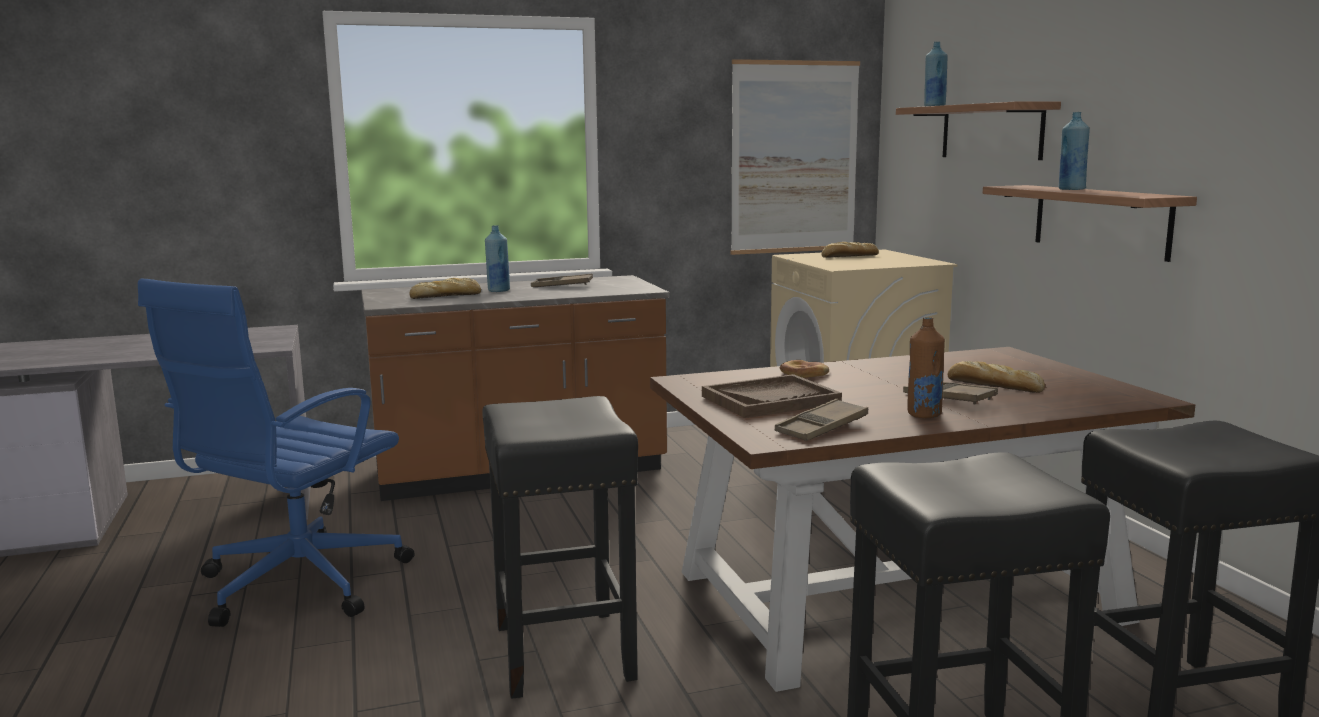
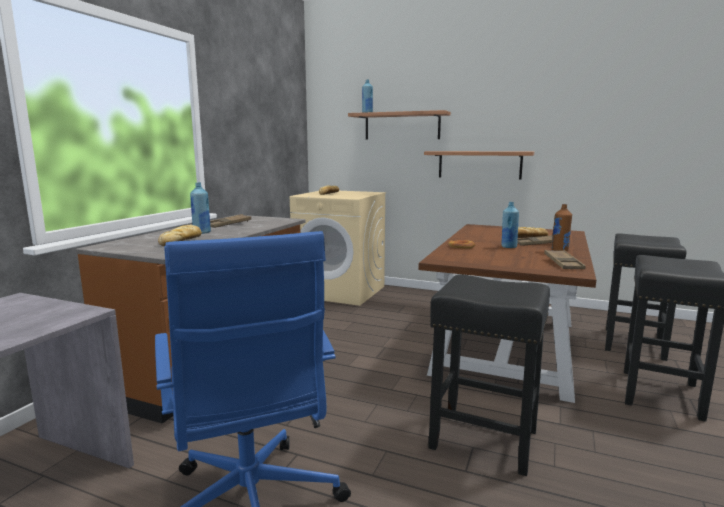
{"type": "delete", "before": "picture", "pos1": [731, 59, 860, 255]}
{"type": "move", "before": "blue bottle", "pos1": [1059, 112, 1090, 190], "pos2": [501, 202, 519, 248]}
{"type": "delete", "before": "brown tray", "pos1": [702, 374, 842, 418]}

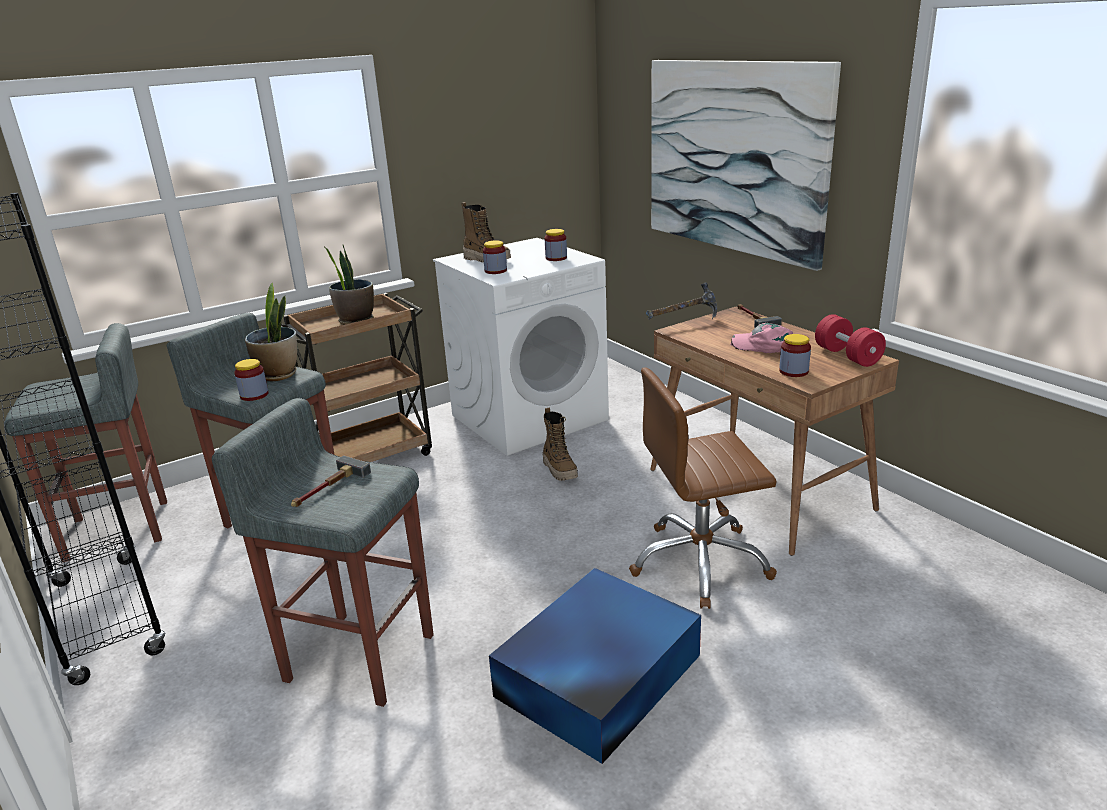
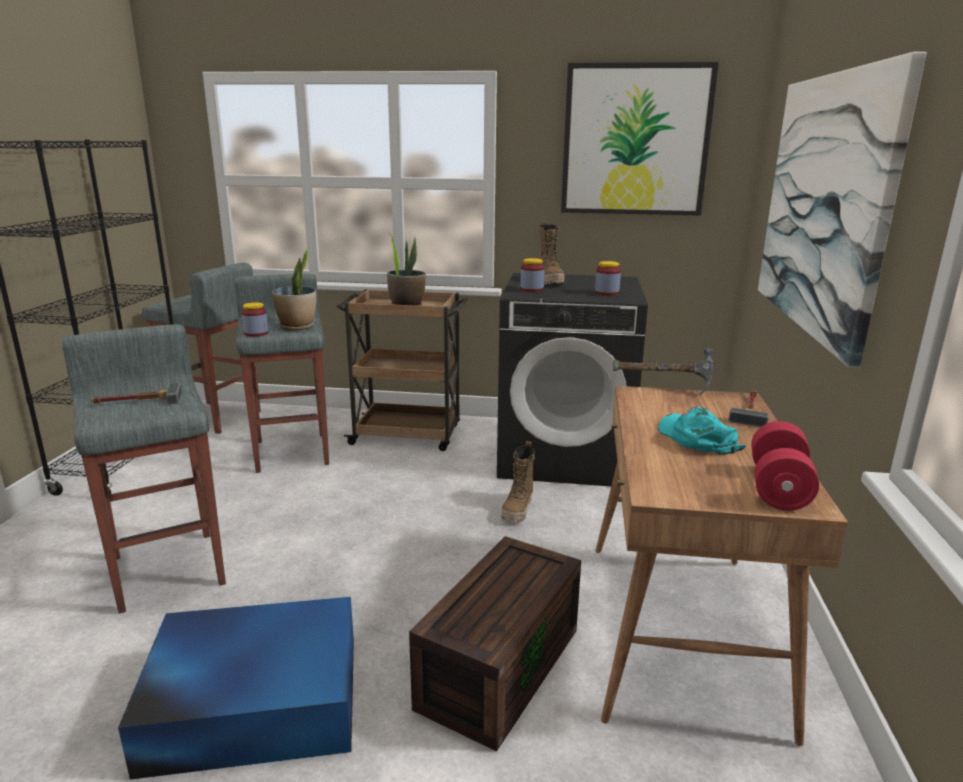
{"type": "recolor", "before": "white washing machine", "after": "black washing machine", "pos1": [433, 238, 609, 456], "pos2": [497, 273, 648, 486]}
{"type": "recolor", "before": "pink cap", "after": "turquoise cap", "pos1": [730, 323, 793, 353], "pos2": [658, 407, 746, 455]}
{"type": "delete", "before": "jar", "pos1": [779, 334, 811, 377]}
{"type": "replace", "before": "brown office chair", "after": "brown storage box", "pos1": [629, 367, 777, 609], "pos2": [409, 536, 581, 751]}
{"type": "insert", "after": "picture", "pos2": [561, 62, 719, 216]}

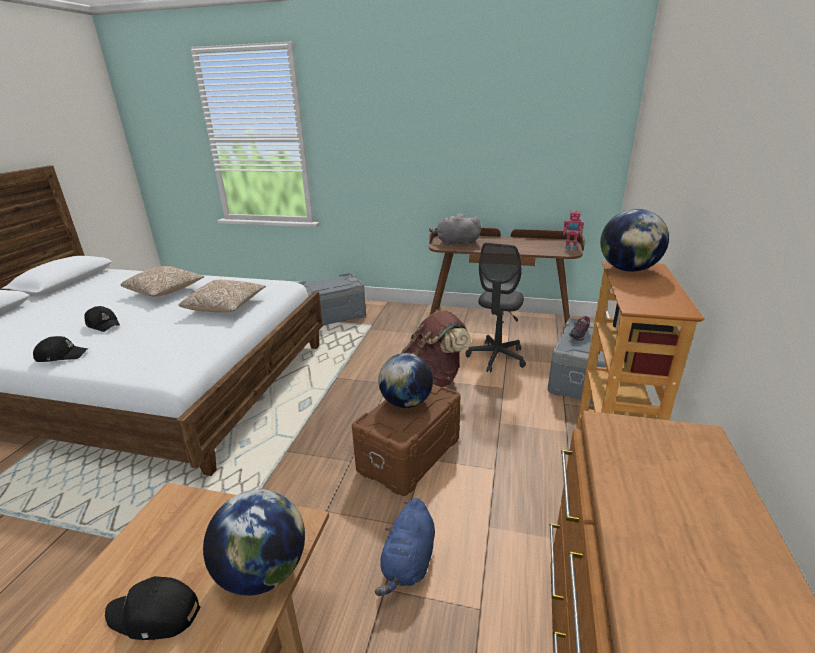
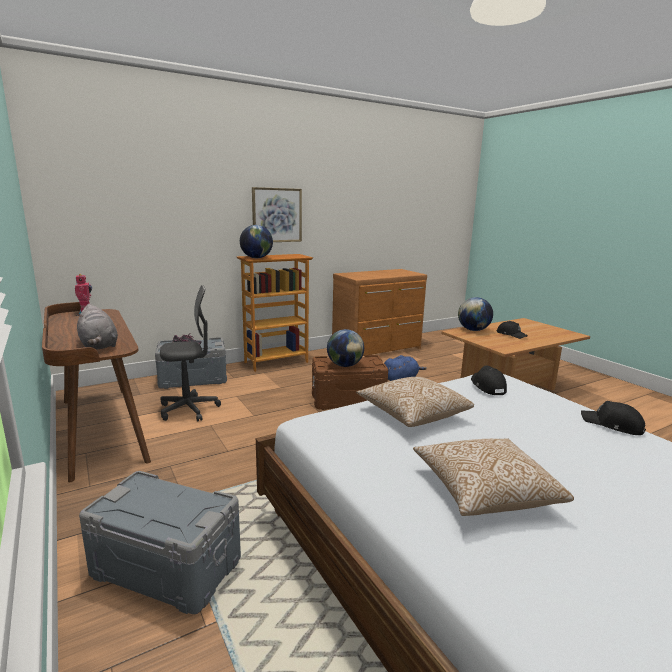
{"type": "move", "before": "black cap", "pos1": [84, 306, 120, 332], "pos2": [471, 365, 507, 395]}
{"type": "delete", "before": "brown backpack", "pos1": [400, 310, 471, 387]}
{"type": "insert", "after": "picture", "pos2": [252, 187, 302, 242]}

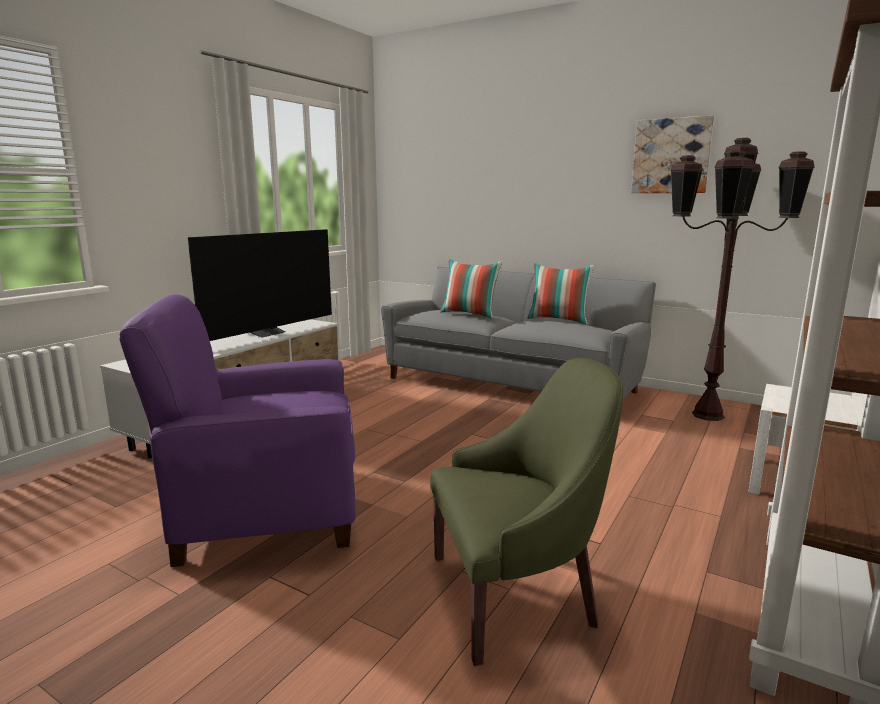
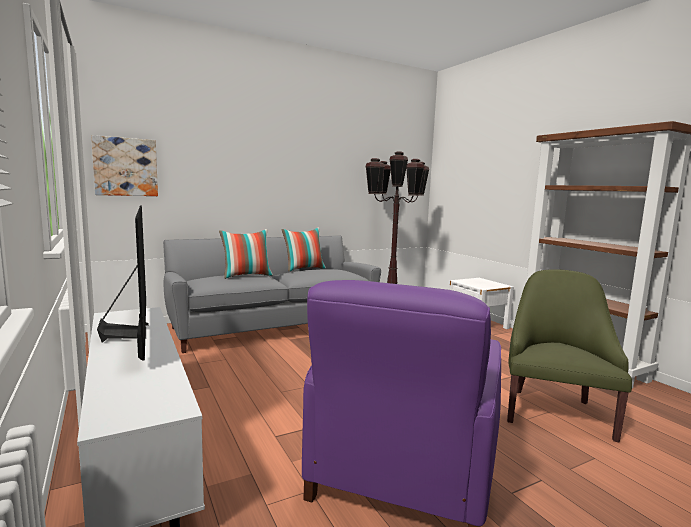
{"type": "move", "before": "picture", "pos1": [631, 115, 714, 193], "pos2": [91, 135, 158, 196]}

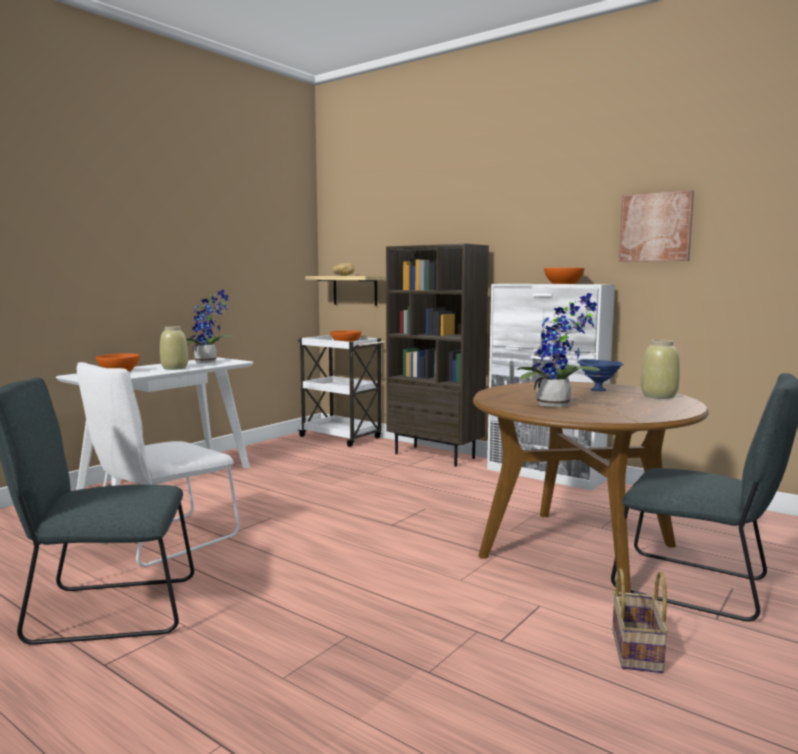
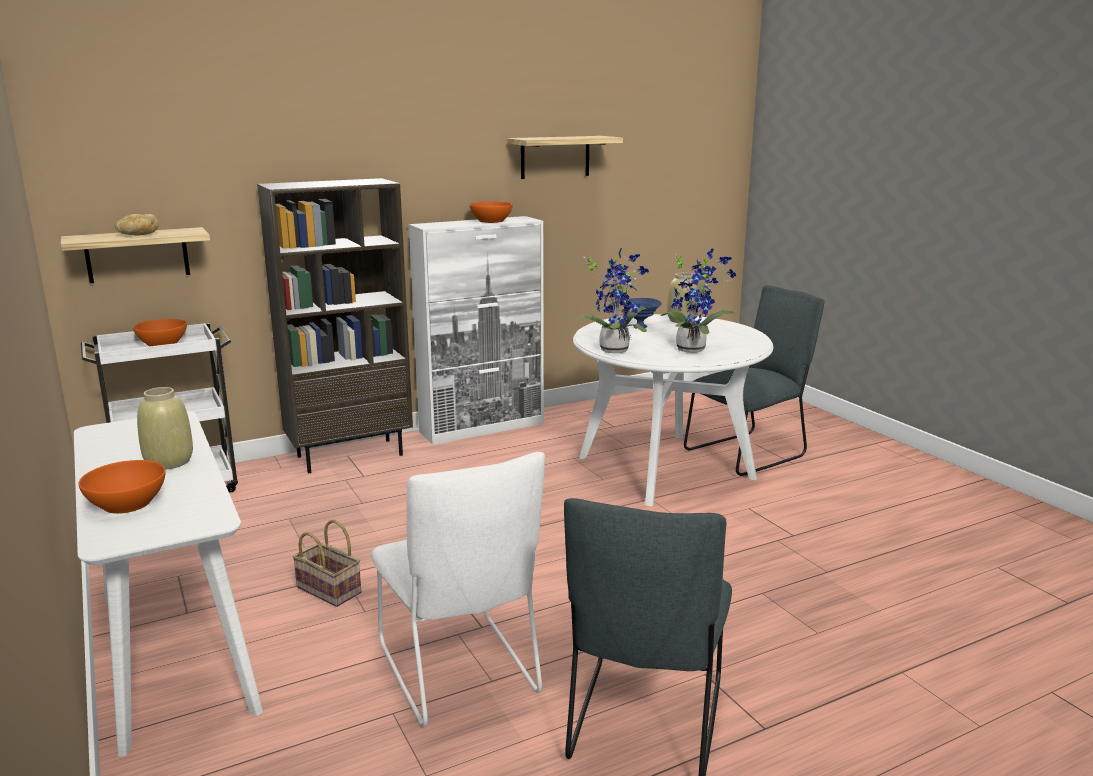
{"type": "replace", "before": "picture", "after": "shelf", "pos1": [619, 190, 694, 262], "pos2": [507, 136, 623, 179]}
{"type": "move", "before": "potted plant", "pos1": [186, 289, 234, 363], "pos2": [573, 248, 649, 353]}
{"type": "recolor", "before": "brown dining table", "after": "white dining table", "pos1": [473, 382, 709, 593], "pos2": [573, 314, 773, 506]}
{"type": "move", "before": "basket", "pos1": [612, 568, 668, 673], "pos2": [292, 520, 361, 607]}

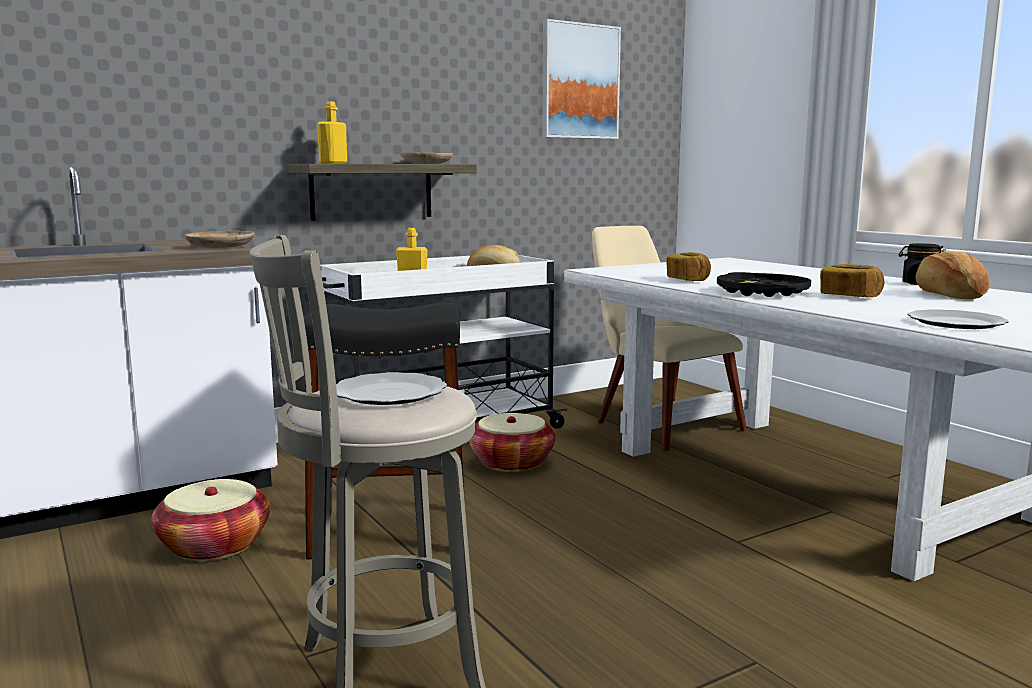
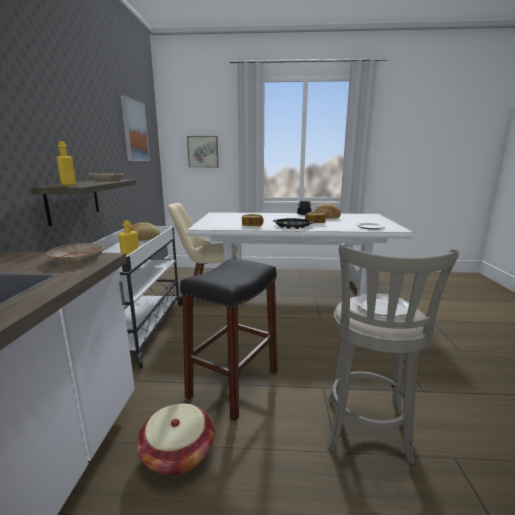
{"type": "delete", "before": "basket", "pos1": [469, 413, 555, 472]}
{"type": "insert", "after": "picture", "pos2": [187, 136, 219, 167]}

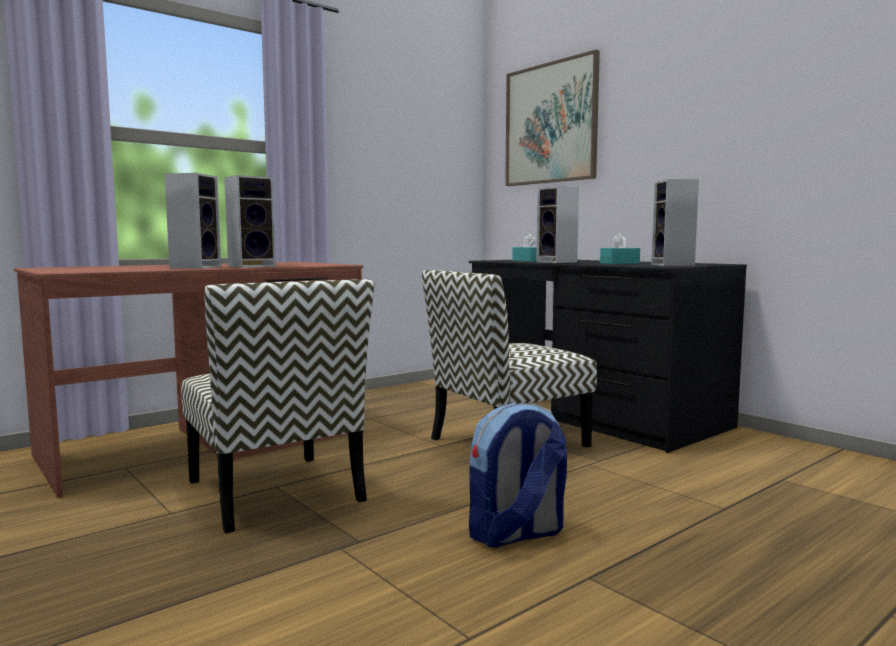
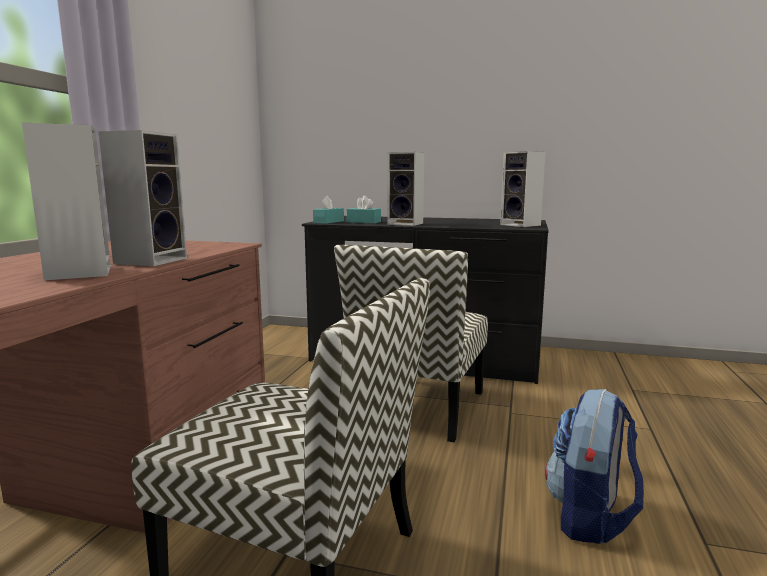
{"type": "delete", "before": "picture", "pos1": [505, 50, 600, 186]}
{"type": "move", "before": "turquoise tissue box", "pos1": [600, 233, 640, 264], "pos2": [313, 196, 344, 224]}

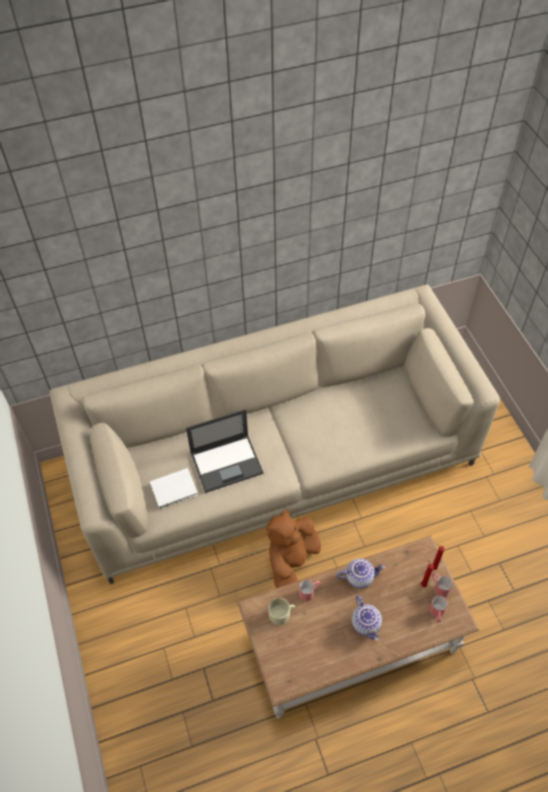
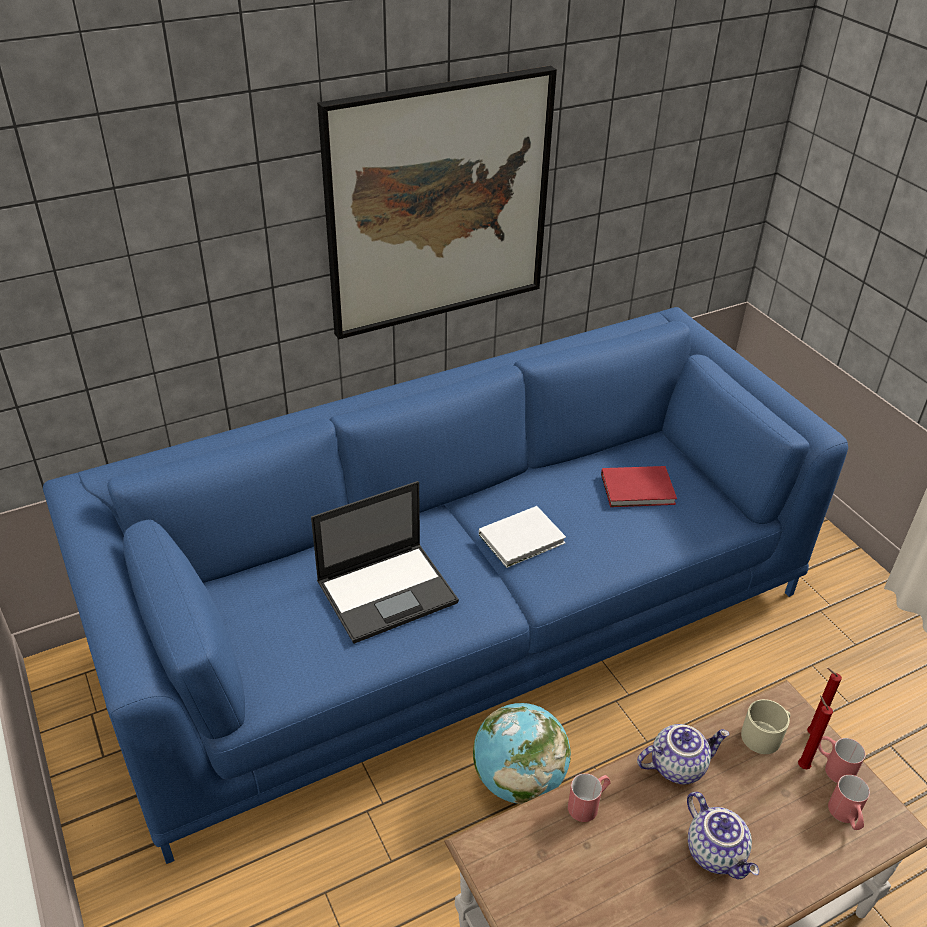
{"type": "recolor", "before": "beige sofa", "after": "blue sofa", "pos1": [49, 284, 500, 584], "pos2": [43, 307, 848, 864]}
{"type": "move", "before": "white book", "pos1": [150, 468, 198, 509], "pos2": [479, 506, 566, 568]}
{"type": "replace", "before": "brown plush toy", "after": "globe", "pos1": [266, 510, 321, 588], "pos2": [473, 703, 571, 804]}
{"type": "move", "before": "beige mug", "pos1": [268, 598, 295, 625], "pos2": [741, 699, 790, 754]}
{"type": "insert", "after": "picture", "pos2": [317, 66, 557, 339]}
{"type": "insert", "after": "red book", "pos2": [601, 466, 677, 507]}

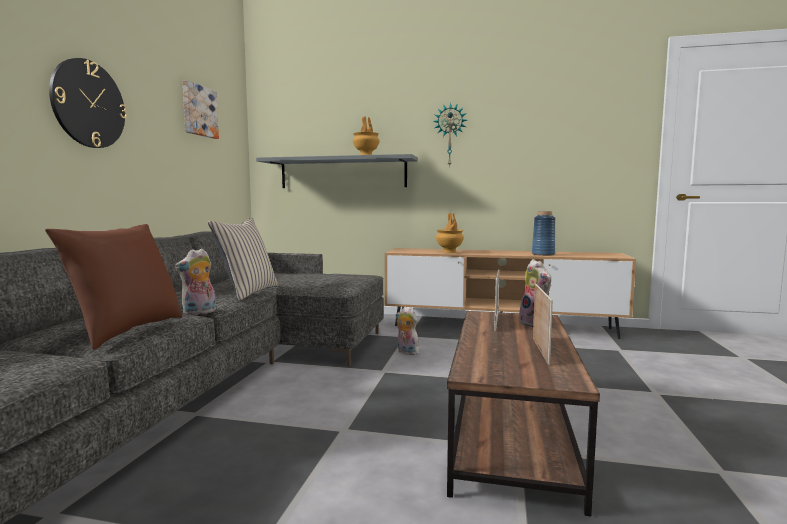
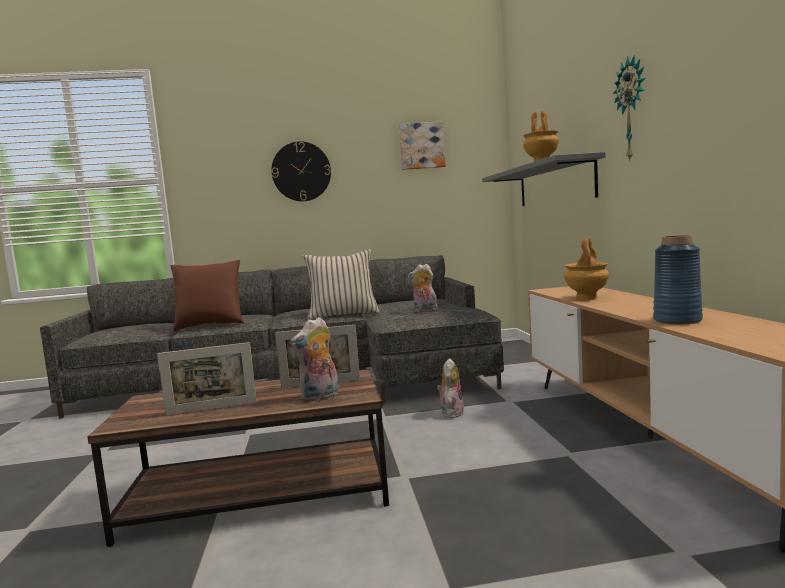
{"type": "move", "before": "plush toy", "pos1": [175, 248, 216, 316], "pos2": [408, 264, 438, 312]}

